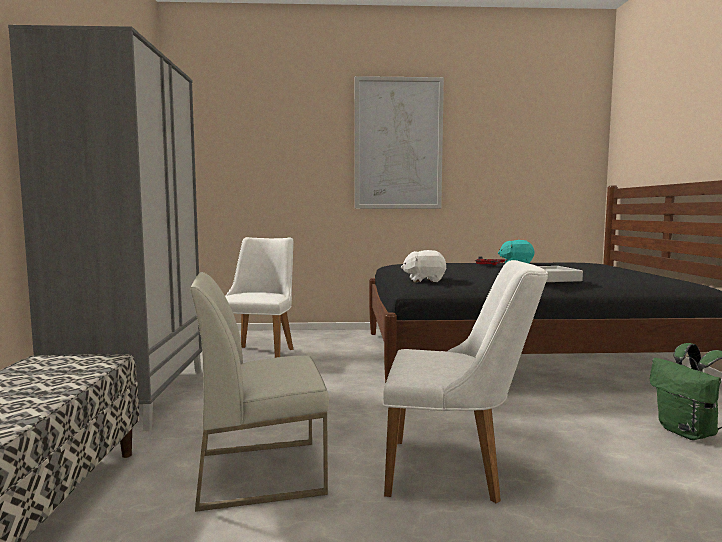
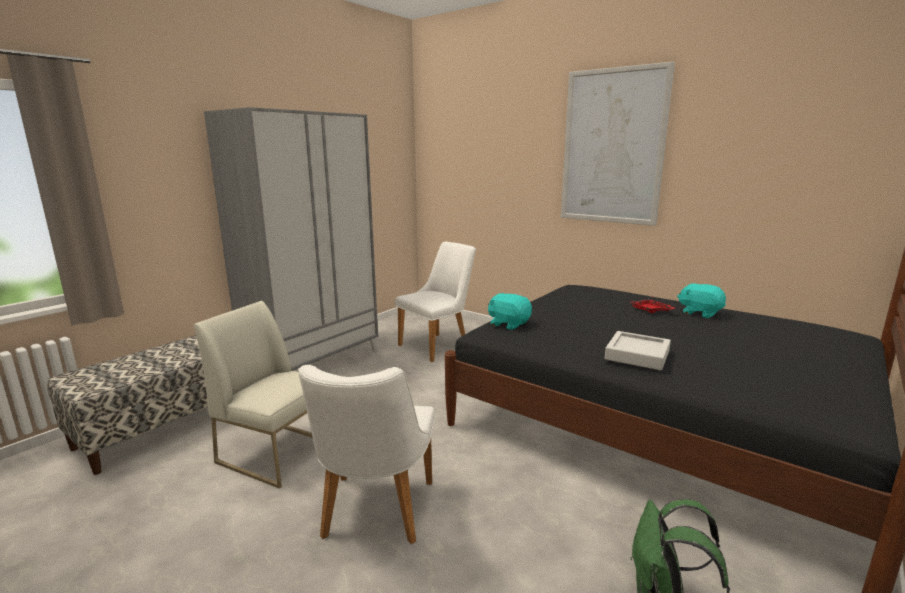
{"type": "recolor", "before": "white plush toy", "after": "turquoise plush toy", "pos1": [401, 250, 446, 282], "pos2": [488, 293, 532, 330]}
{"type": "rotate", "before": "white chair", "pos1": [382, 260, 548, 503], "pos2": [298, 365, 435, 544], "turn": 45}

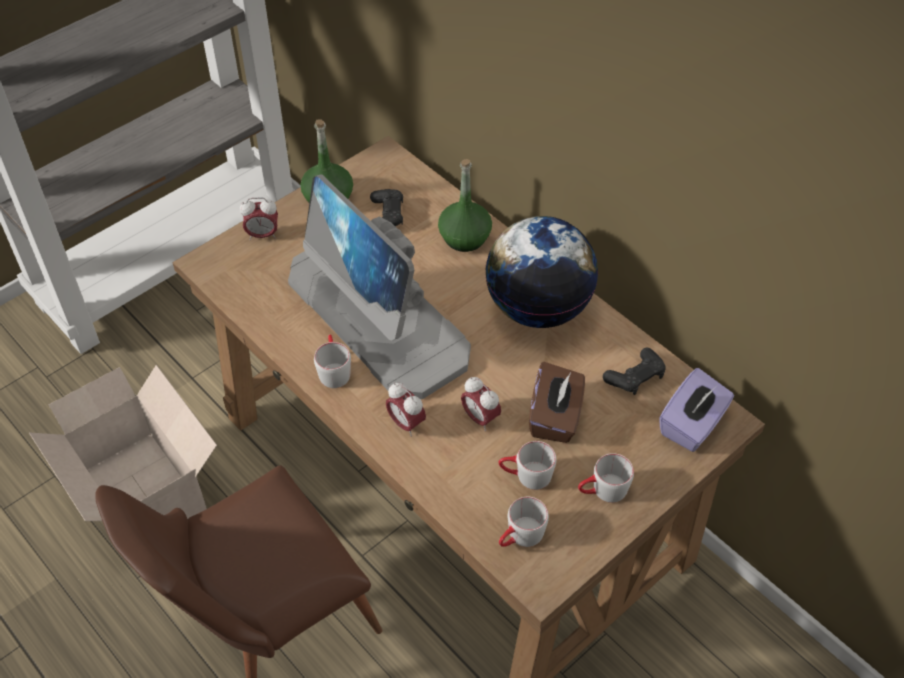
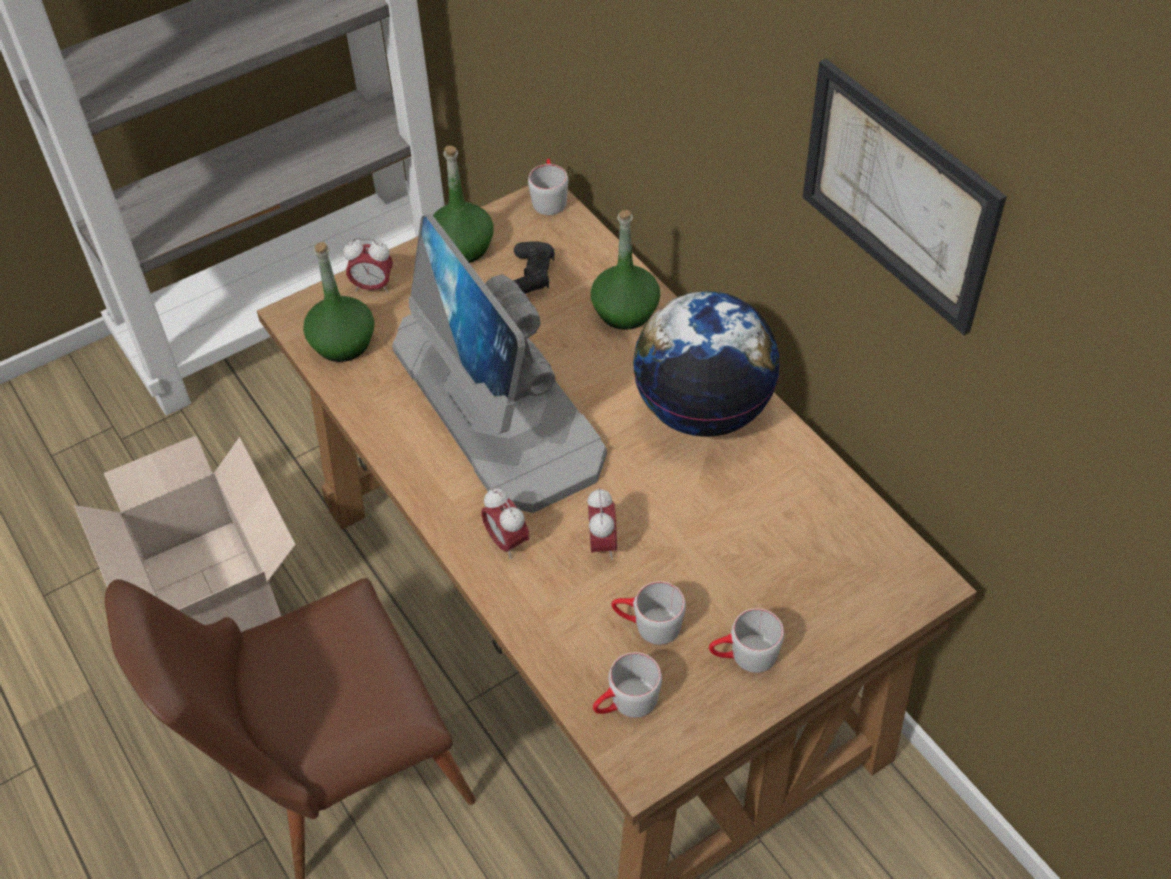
{"type": "move", "before": "grey mug", "pos1": [314, 334, 351, 388], "pos2": [528, 159, 568, 215]}
{"type": "delete", "before": "black game controller", "pos1": [603, 348, 666, 395]}
{"type": "delete", "before": "brown tissue box", "pos1": [529, 362, 585, 443]}
{"type": "delete", "before": "purple tissue box", "pos1": [659, 368, 734, 452]}
{"type": "rotate", "before": "alarm clock", "pos1": [461, 377, 501, 431], "pos2": [587, 488, 617, 560], "turn": -150}
{"type": "insert", "after": "picture", "pos2": [803, 58, 1007, 335]}
{"type": "insert", "after": "green bottle", "pos2": [303, 242, 374, 362]}

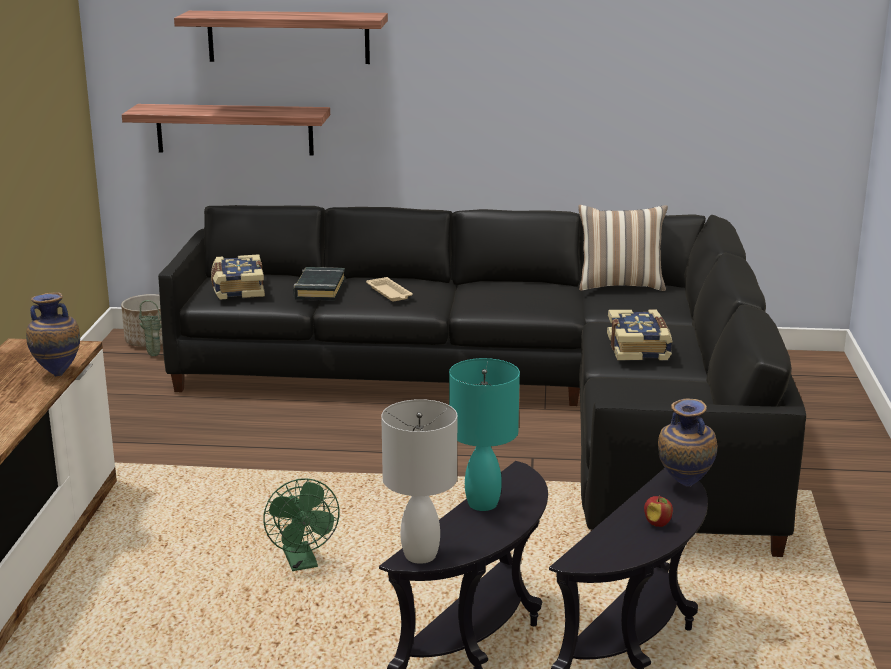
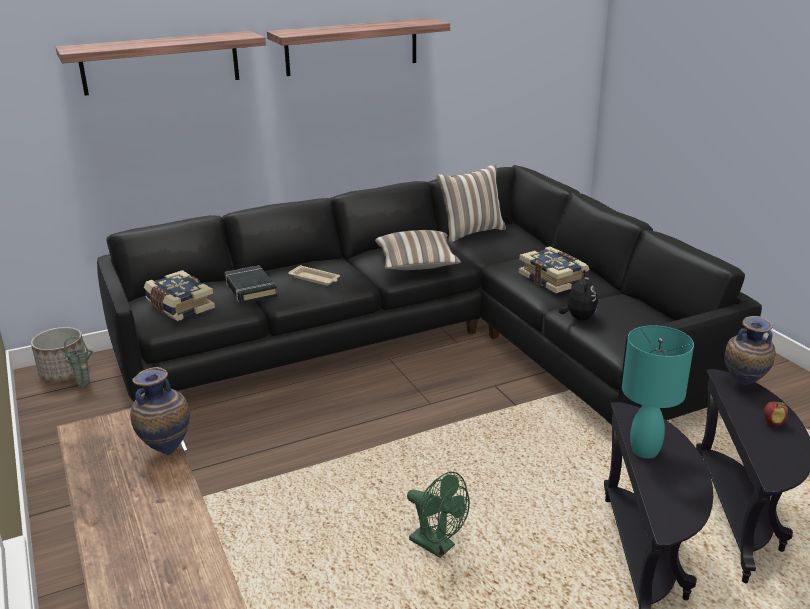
{"type": "move", "before": "shelf", "pos1": [122, 104, 330, 156], "pos2": [267, 18, 450, 76]}
{"type": "delete", "before": "white table lamp", "pos1": [381, 399, 457, 564]}
{"type": "insert", "after": "pillow", "pos2": [375, 230, 461, 270]}
{"type": "insert", "after": "plush toy", "pos2": [558, 273, 598, 321]}

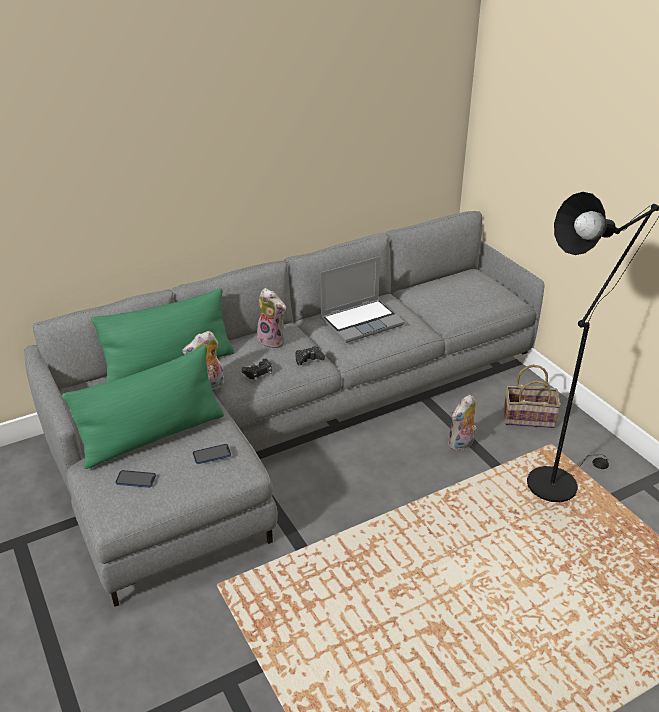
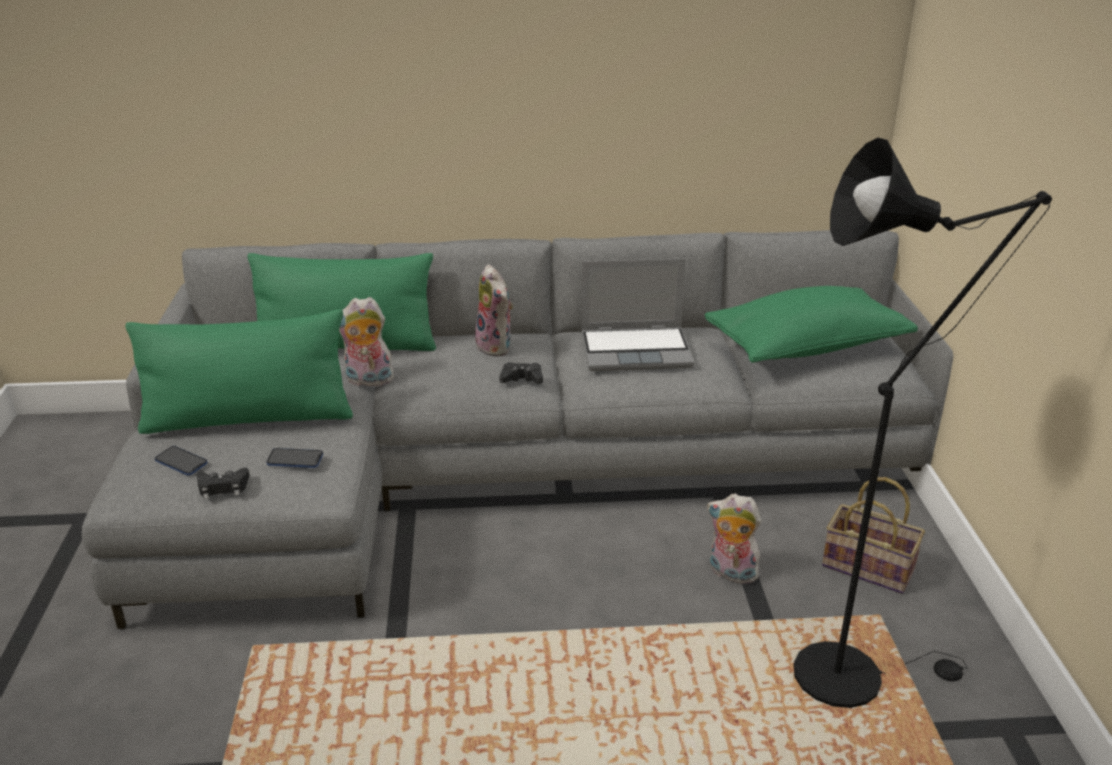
{"type": "move", "before": "black game controller", "pos1": [242, 359, 272, 380], "pos2": [196, 468, 250, 499]}
{"type": "rotate", "before": "plush toy", "pos1": [448, 395, 477, 452], "pos2": [707, 494, 761, 584], "turn": 45}
{"type": "insert", "after": "green pillow", "pos2": [705, 286, 918, 363]}

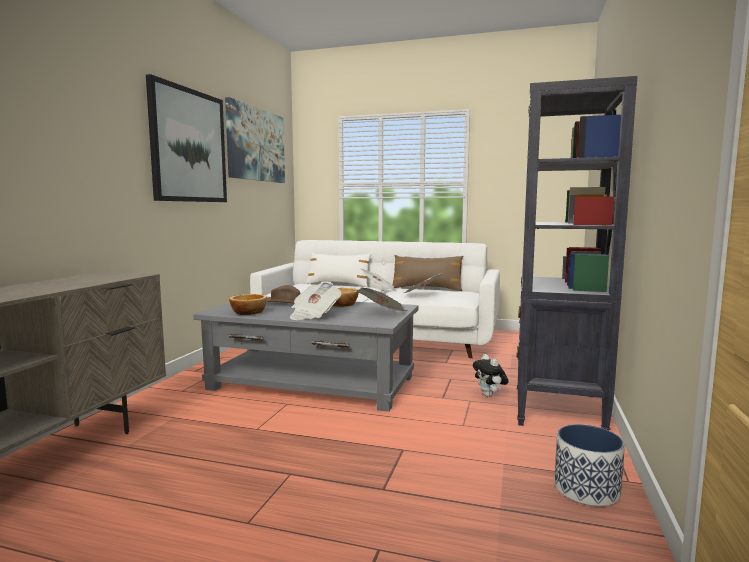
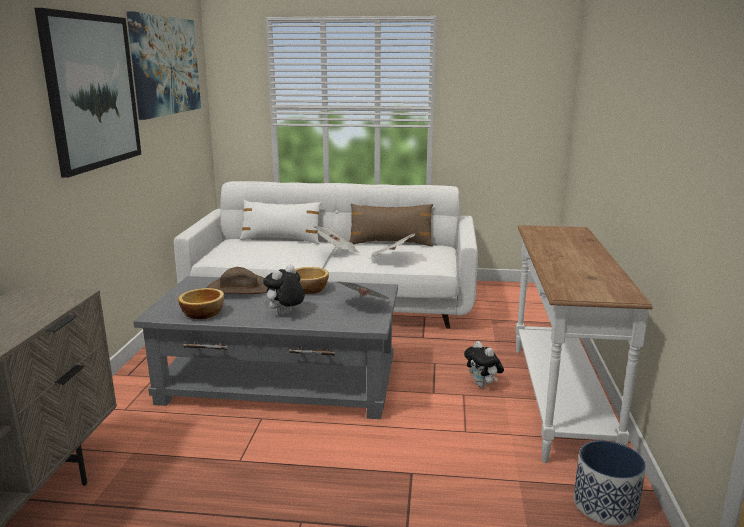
{"type": "replace", "before": "black bookcase", "after": "white console table", "pos1": [516, 76, 638, 430], "pos2": [515, 225, 652, 463]}
{"type": "replace", "before": "newspaper", "after": "plush toy", "pos1": [290, 282, 341, 320], "pos2": [263, 265, 304, 315]}

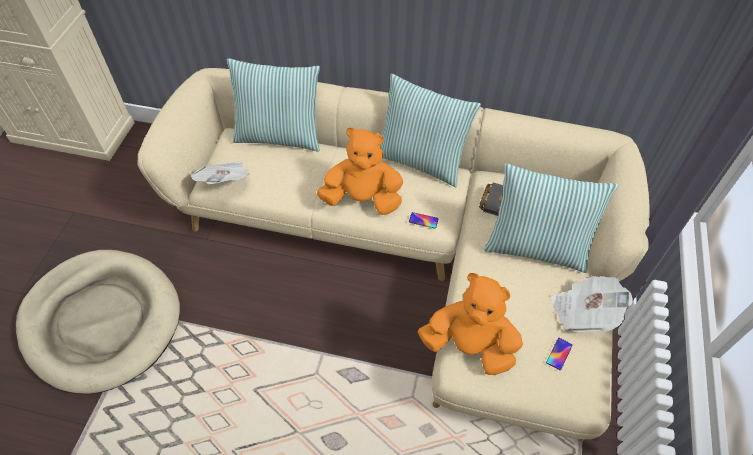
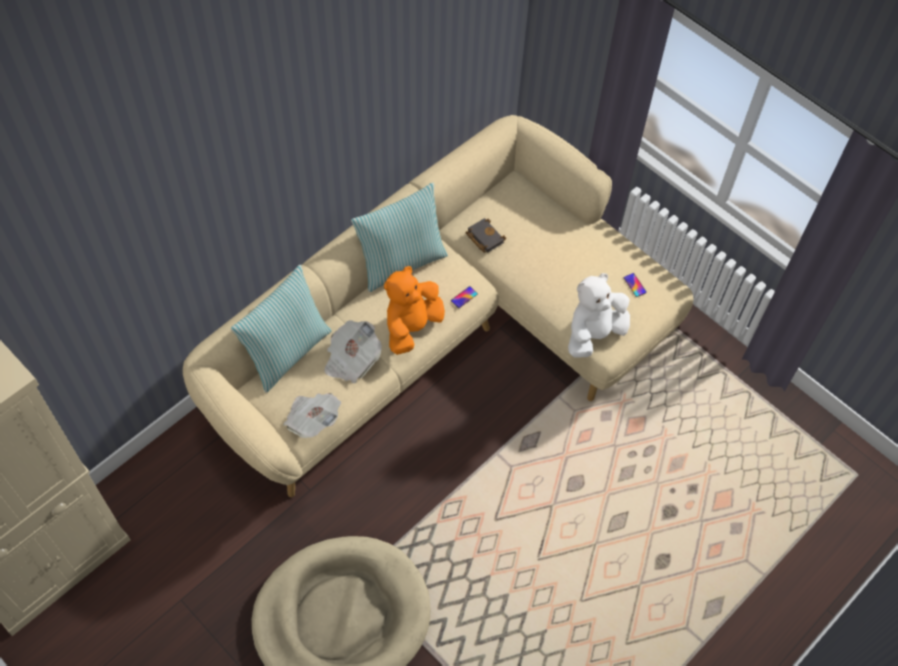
{"type": "delete", "before": "pillow", "pos1": [484, 164, 619, 273]}
{"type": "recolor", "before": "orange plush toy", "after": "white plush toy", "pos1": [418, 273, 523, 375], "pos2": [568, 273, 630, 358]}
{"type": "move", "before": "newspaper", "pos1": [551, 276, 633, 332], "pos2": [324, 320, 382, 383]}

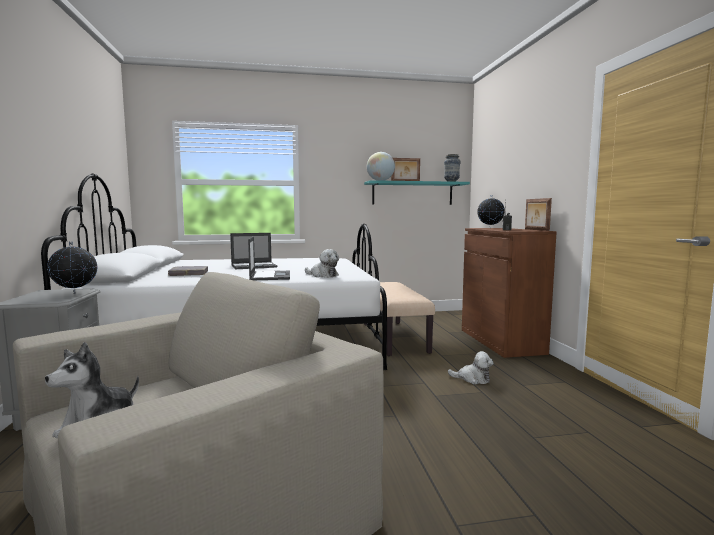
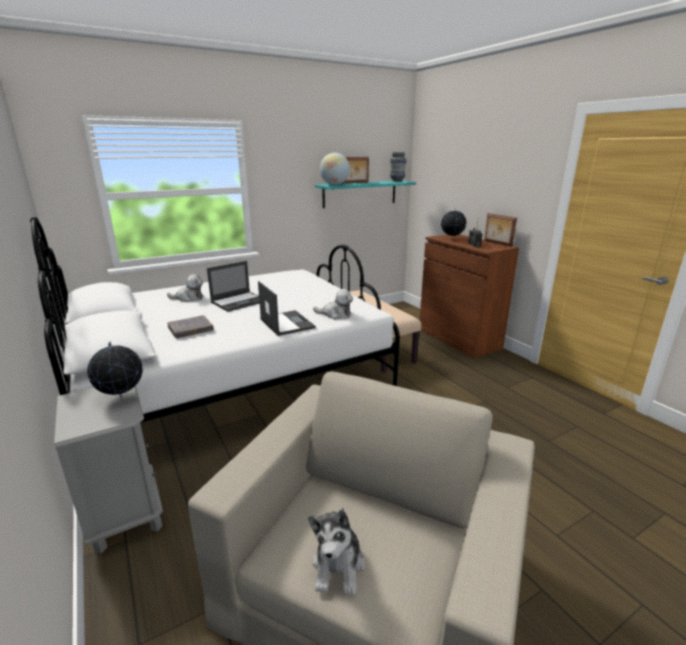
{"type": "move", "before": "plush toy", "pos1": [448, 351, 494, 385], "pos2": [167, 274, 204, 302]}

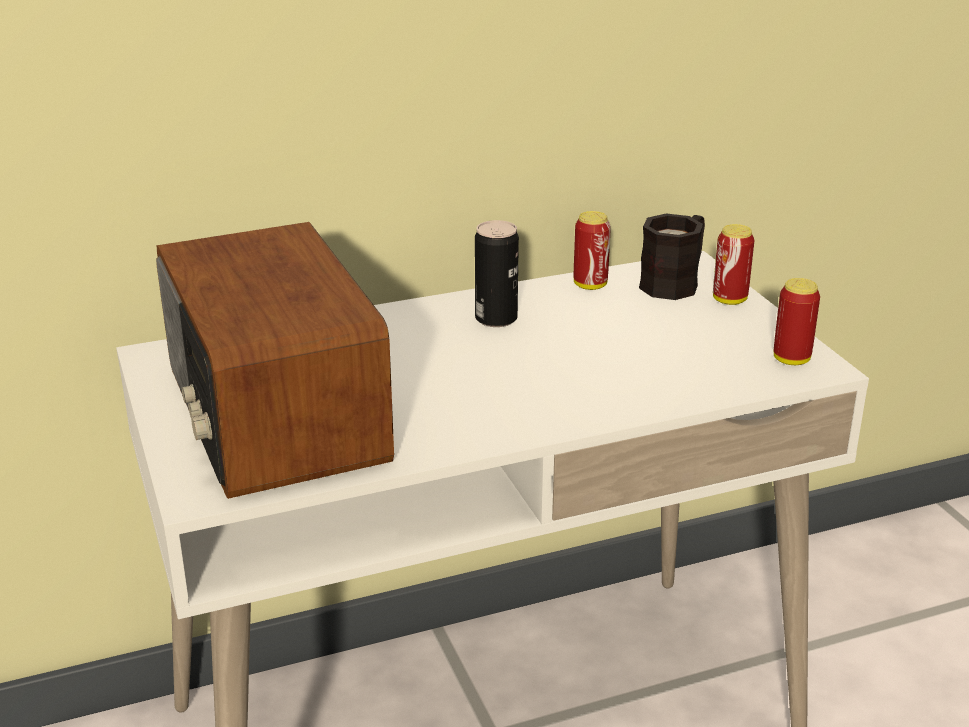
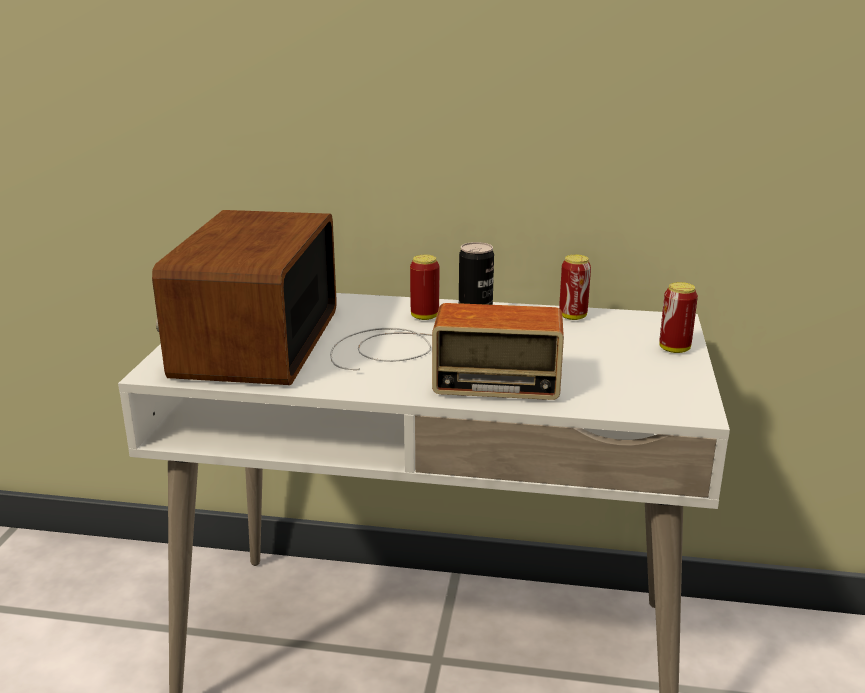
{"type": "delete", "before": "black mug", "pos1": [639, 213, 705, 300]}
{"type": "move", "before": "can", "pos1": [774, 278, 820, 365], "pos2": [410, 254, 439, 320]}
{"type": "insert", "after": "radio", "pos2": [330, 303, 564, 400]}

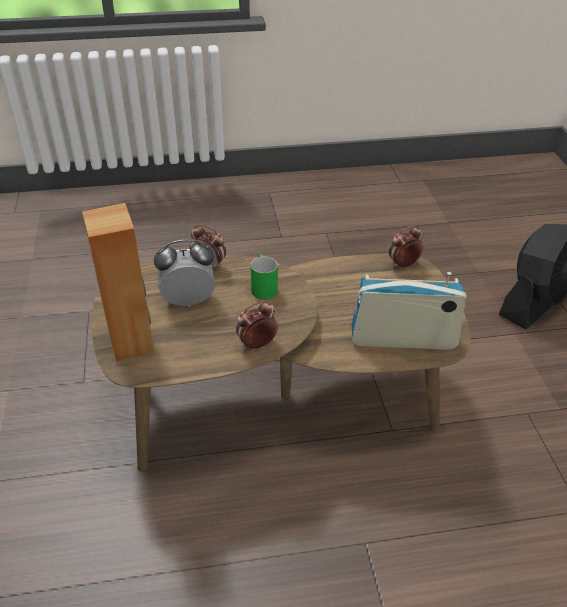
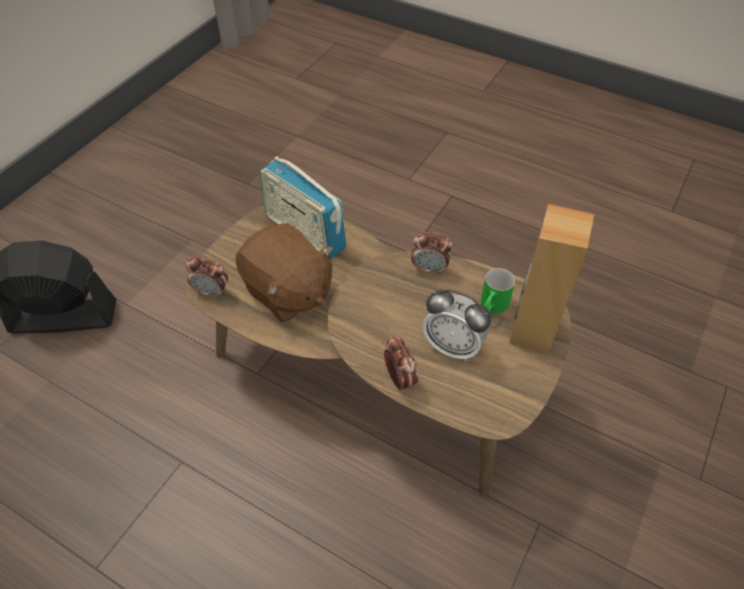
{"type": "move", "before": "green mug", "pos1": [251, 254, 278, 300], "pos2": [481, 268, 515, 314]}
{"type": "insert", "after": "brown plush toy", "pos2": [235, 223, 333, 323]}

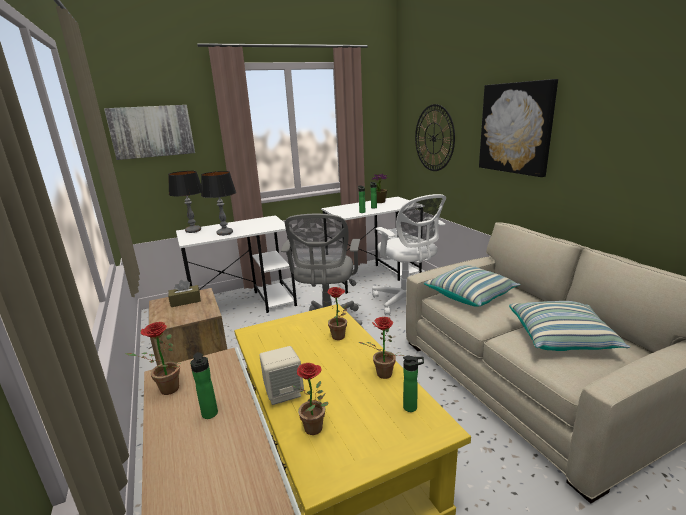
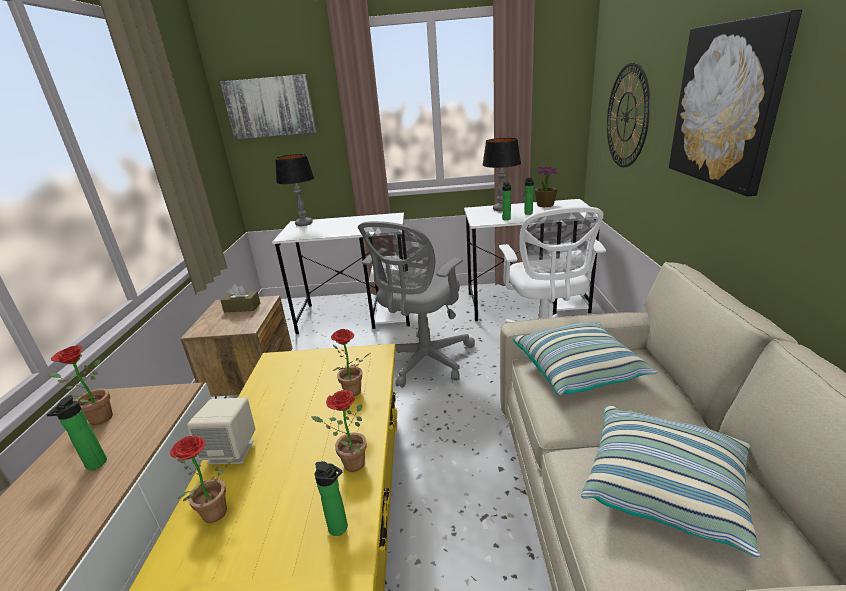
{"type": "move", "before": "table lamp", "pos1": [201, 171, 236, 236], "pos2": [483, 138, 521, 211]}

